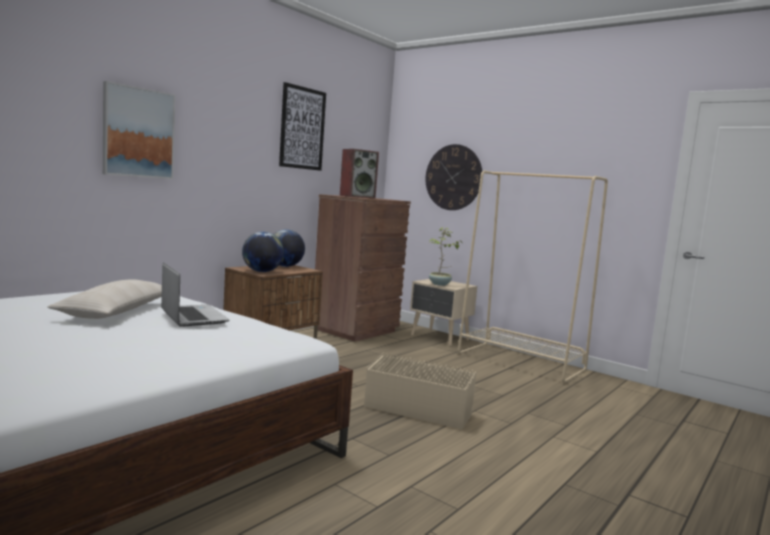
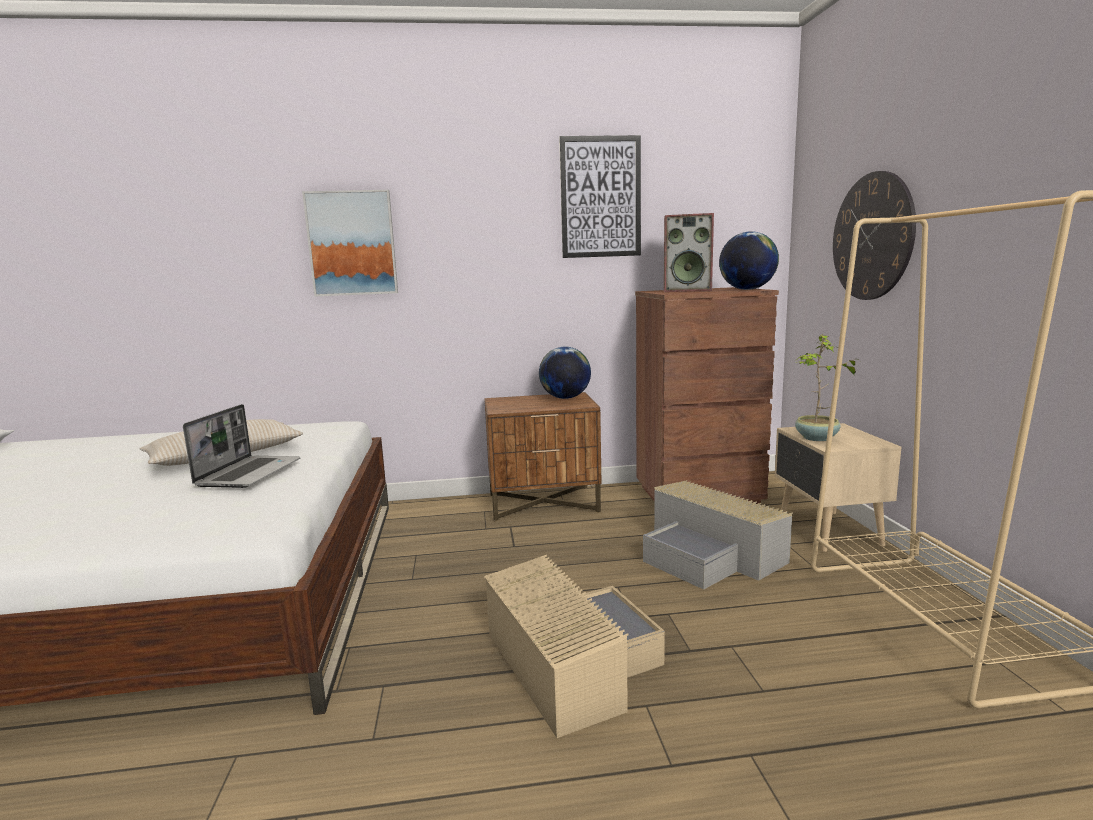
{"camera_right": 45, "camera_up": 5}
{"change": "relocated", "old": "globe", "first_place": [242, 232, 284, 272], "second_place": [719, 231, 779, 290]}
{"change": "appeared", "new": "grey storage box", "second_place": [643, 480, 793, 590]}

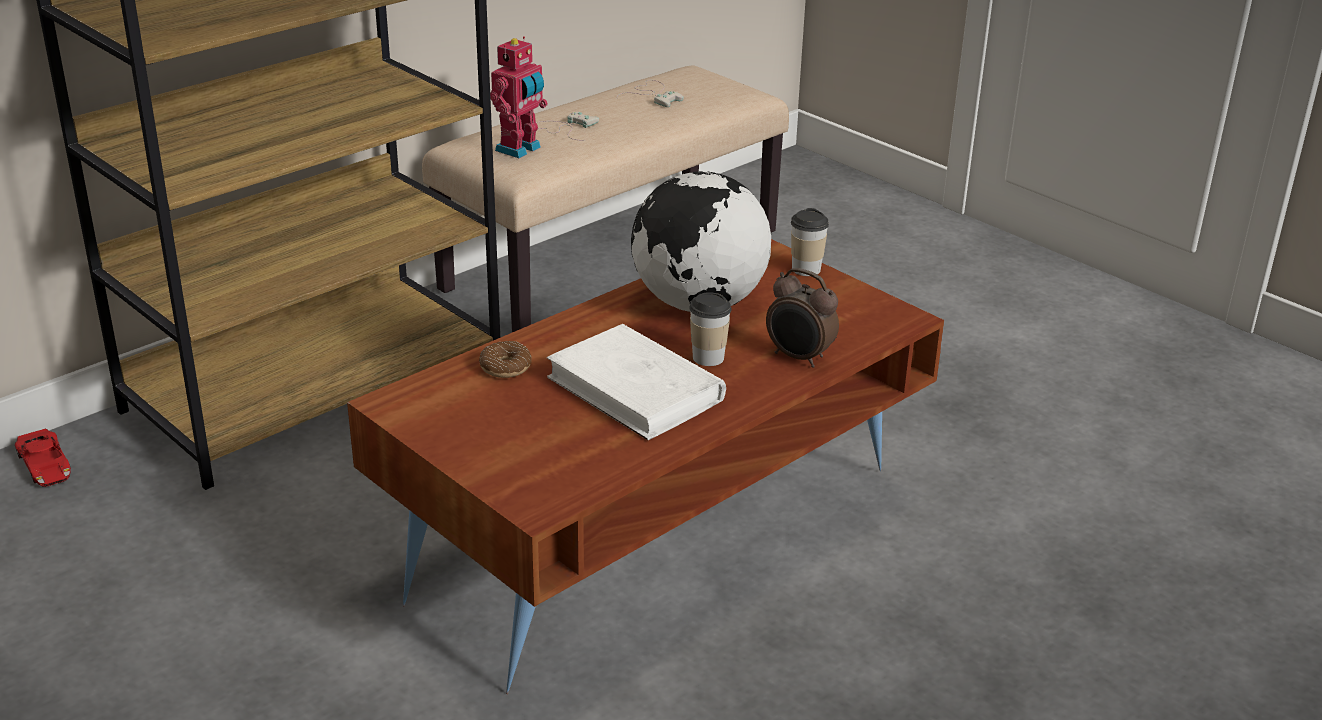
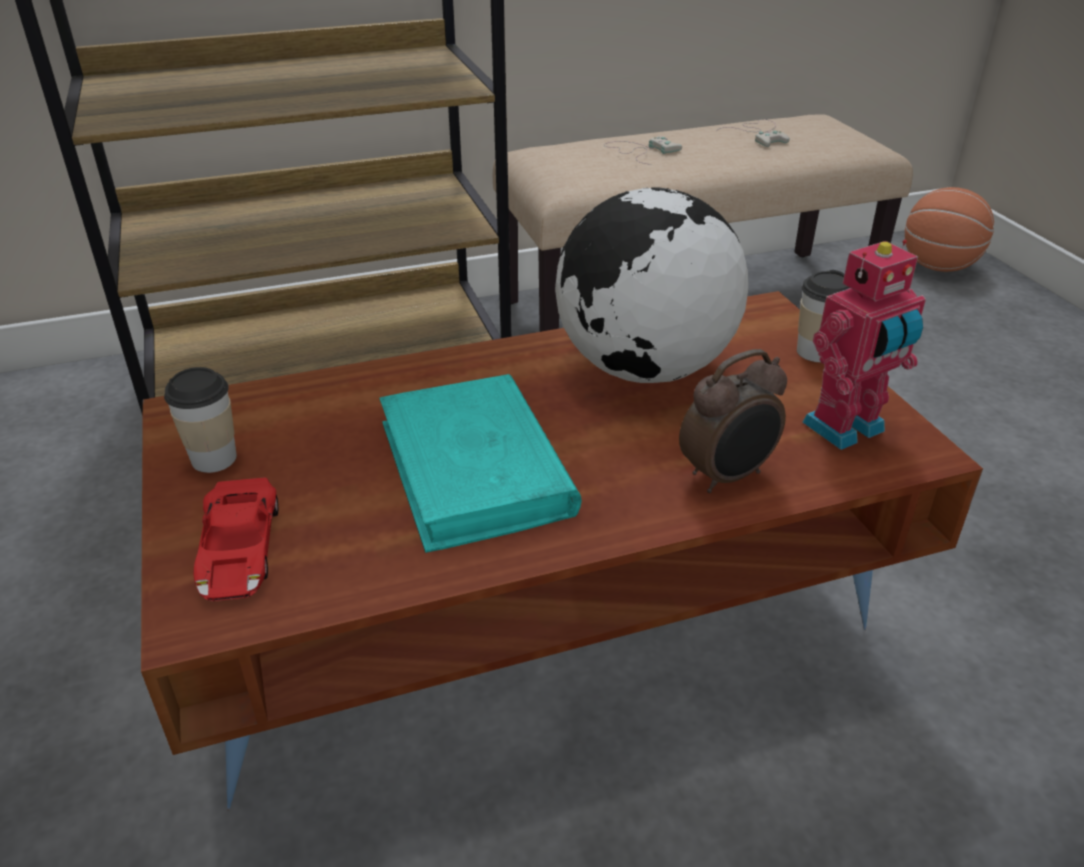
{"camera_right": 25, "camera_up": 5}
{"change": "relocated", "old": "toy robot", "first_place": [490, 36, 548, 158], "second_place": [802, 240, 926, 450]}
{"change": "spun", "old": "alarm clock", "first_place": [766, 268, 839, 368], "second_place": [679, 349, 787, 493], "degrees": -90}
{"change": "relocated", "old": "cup", "first_place": [689, 292, 731, 366], "second_place": [164, 367, 237, 473]}
{"change": "colour", "old": "white book", "new": "turquoise book", "first_place": [547, 324, 726, 440], "second_place": [380, 374, 582, 553]}
{"change": "missing", "old": "donut", "first_place": [479, 341, 532, 378]}
{"change": "relocated", "old": "red toy car", "first_place": [15, 429, 71, 487], "second_place": [194, 477, 278, 601]}
{"change": "appeared", "new": "basketball", "second_place": [905, 187, 994, 272]}

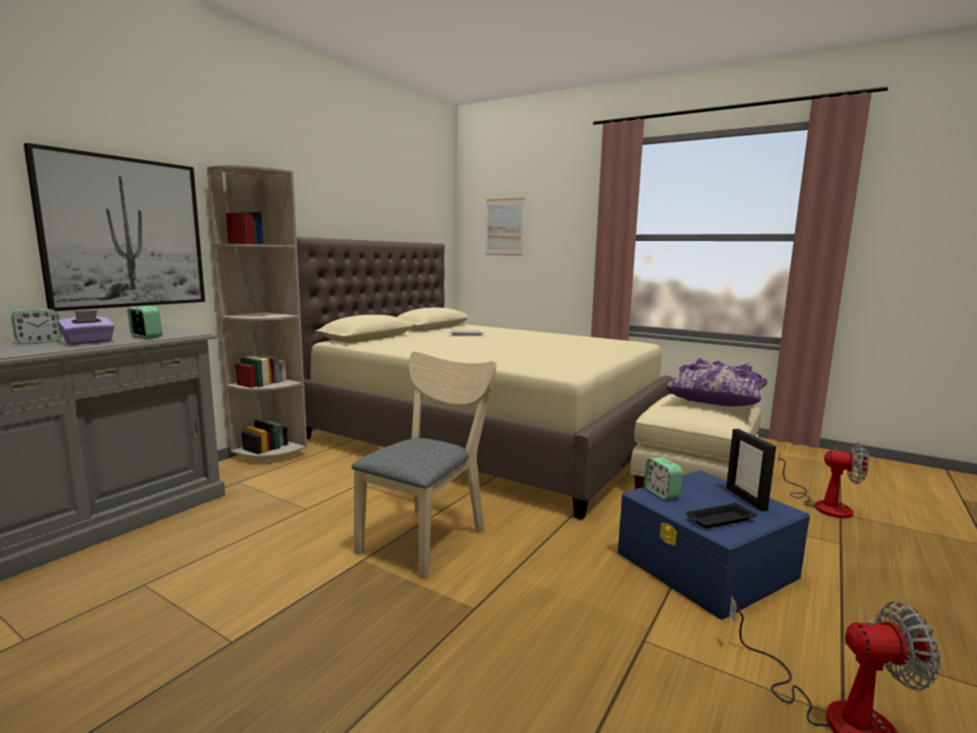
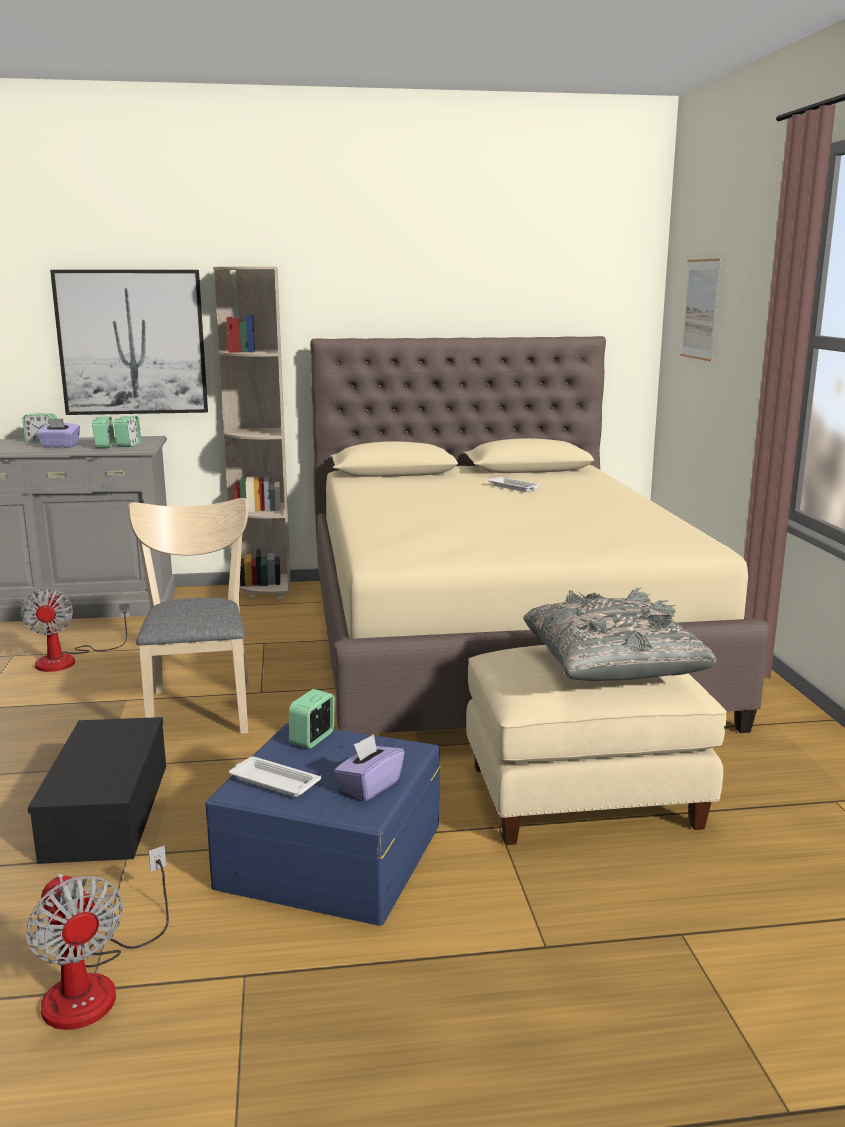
{"camera_right": 50, "camera_up": 5}
{"change": "spun", "old": "beige chair", "first_place": [352, 351, 497, 579], "second_place": [128, 498, 249, 734], "degrees": -90}
{"change": "colour", "old": "purple pillow", "new": "grey pillow", "first_place": [666, 357, 767, 406], "second_place": [523, 588, 717, 681]}
{"change": "exchanged", "old": "picture frame", "new": "purple tissue box", "first_place": [726, 429, 776, 511], "second_place": [334, 734, 405, 801]}
{"change": "relocated", "old": "fan", "first_place": [778, 442, 869, 518], "second_place": [20, 588, 130, 672]}
{"change": "colour", "old": "black tray", "new": "white tray", "first_place": [686, 502, 757, 528], "second_place": [229, 757, 321, 797]}
{"change": "appeared", "new": "alarm clock", "second_place": [114, 416, 141, 447]}
{"change": "appeared", "new": "black storage box", "second_place": [28, 717, 166, 864]}

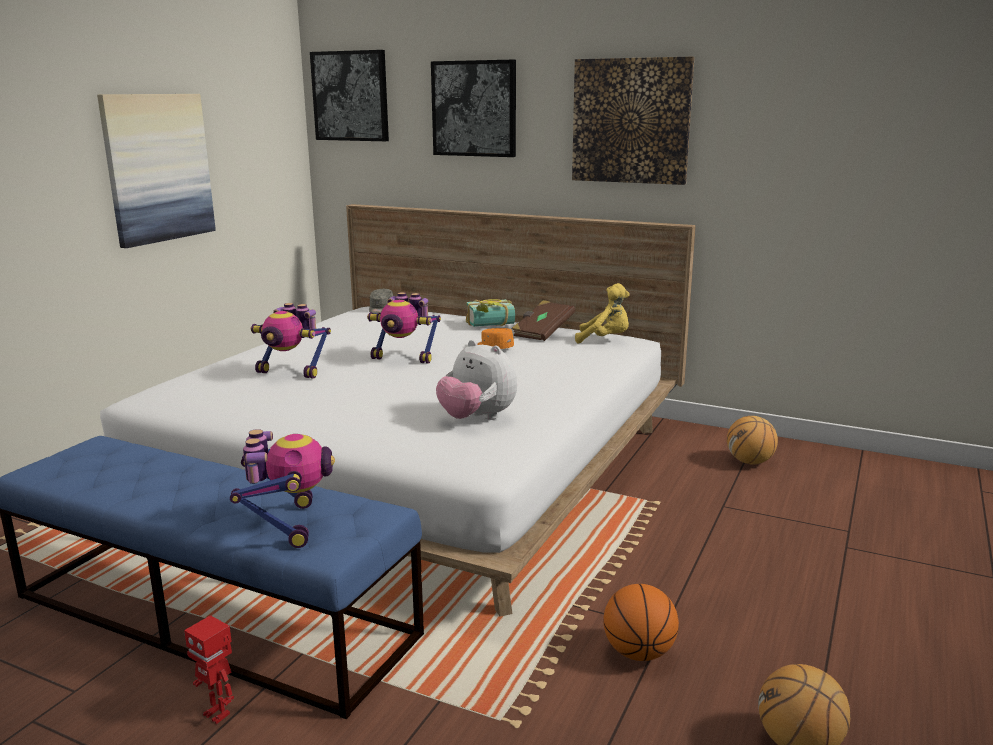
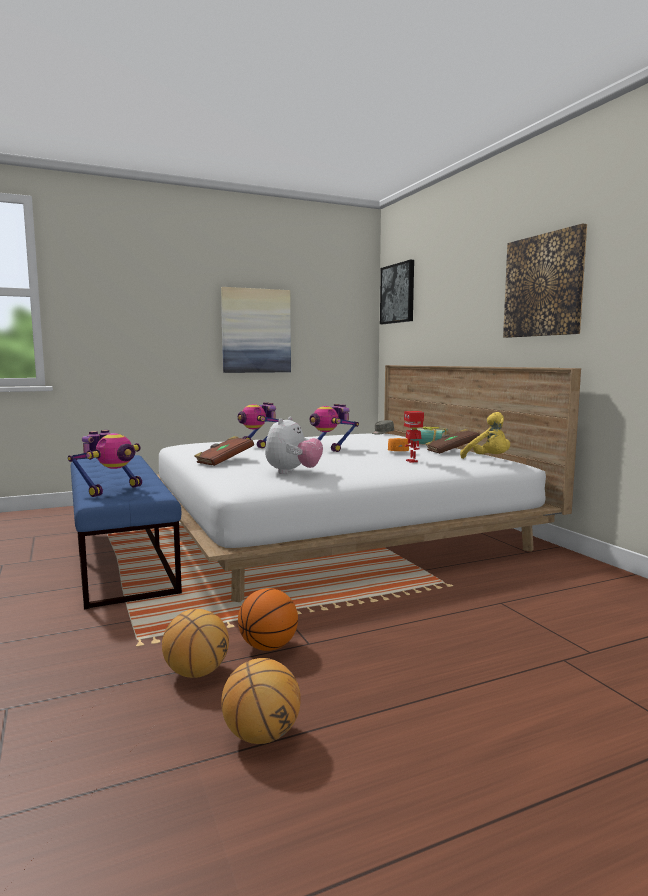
{"camera_right": 40, "camera_up": -10}
{"change": "missing", "old": "picture", "first_place": [431, 60, 516, 157]}
{"change": "spun", "old": "plush toy", "first_place": [436, 340, 517, 420], "second_place": [265, 417, 323, 474], "degrees": -150}
{"change": "relocated", "old": "basketball", "first_place": [727, 416, 778, 465], "second_place": [162, 609, 229, 678]}
{"change": "relocated", "old": "toy robot", "first_place": [184, 615, 234, 724], "second_place": [404, 411, 424, 463]}
{"change": "appeared", "new": "brown book", "second_place": [194, 436, 254, 466]}

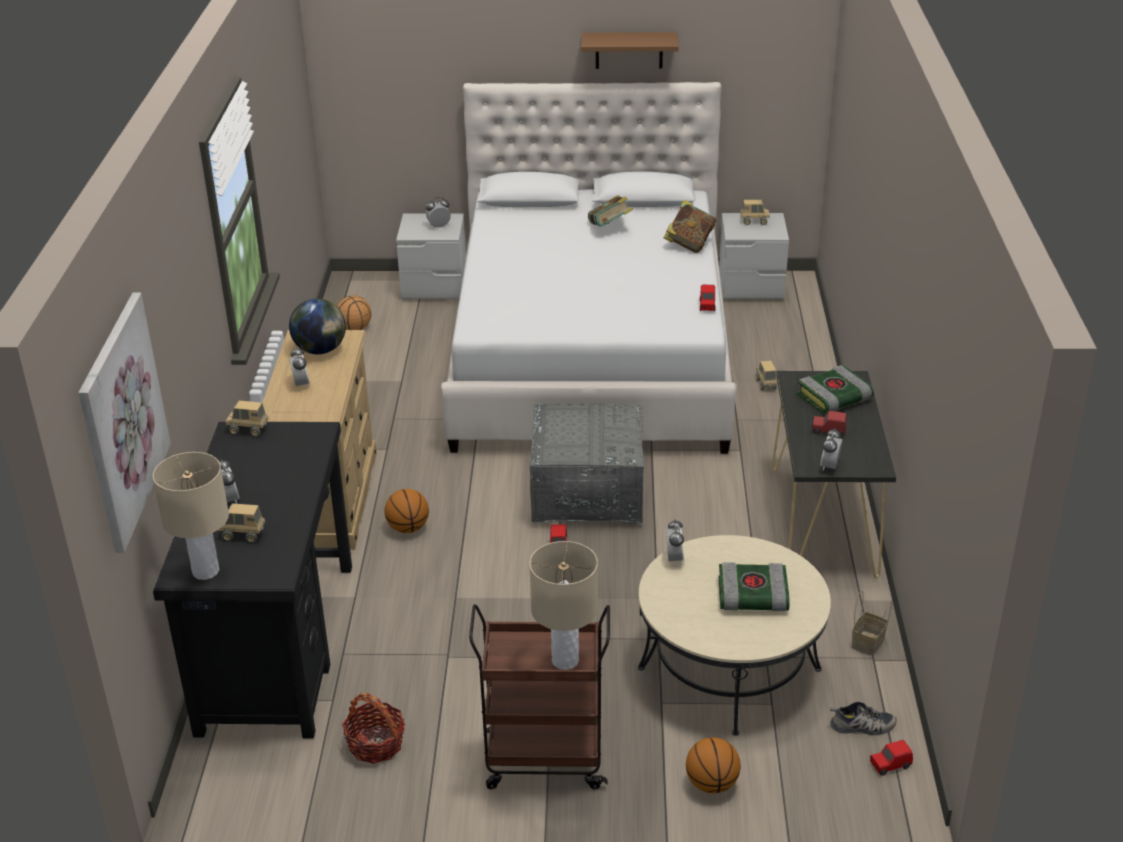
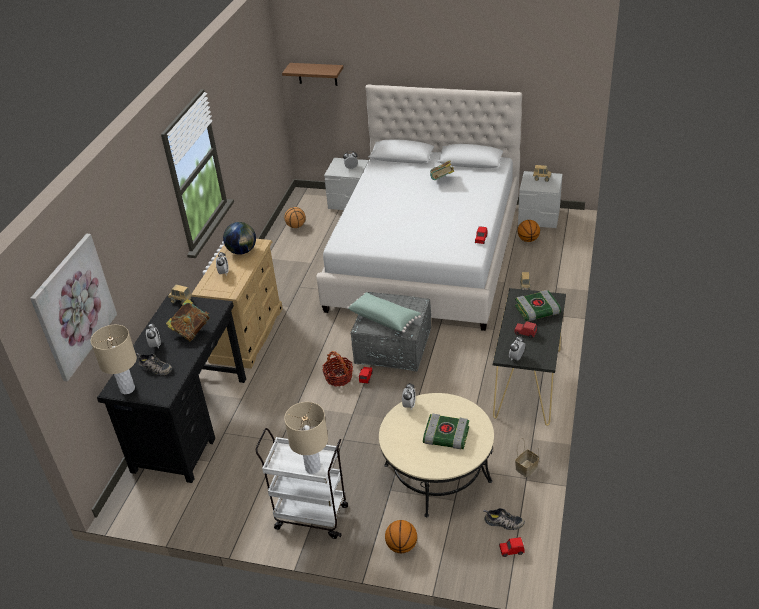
{"camera_right": 15, "camera_up": 5}
{"change": "relocated", "old": "brown shelf", "first_place": [581, 32, 679, 69], "second_place": [282, 63, 343, 86]}
{"change": "relocated", "old": "book", "first_place": [663, 200, 716, 253], "second_place": [166, 299, 210, 341]}
{"change": "relocated", "old": "basketball", "first_place": [385, 489, 429, 533], "second_place": [518, 220, 540, 242]}
{"change": "exchanged", "old": "toy truck", "new": "shoe", "first_place": [218, 503, 265, 543], "second_place": [136, 353, 173, 375]}
{"change": "colour", "old": "brown cart", "new": "white cart", "first_place": [469, 604, 610, 790], "second_place": [256, 428, 348, 539]}
{"change": "relocated", "old": "basket", "first_place": [342, 693, 405, 764], "second_place": [322, 351, 353, 387]}
{"change": "appeared", "new": "green pillow", "second_place": [347, 292, 421, 333]}

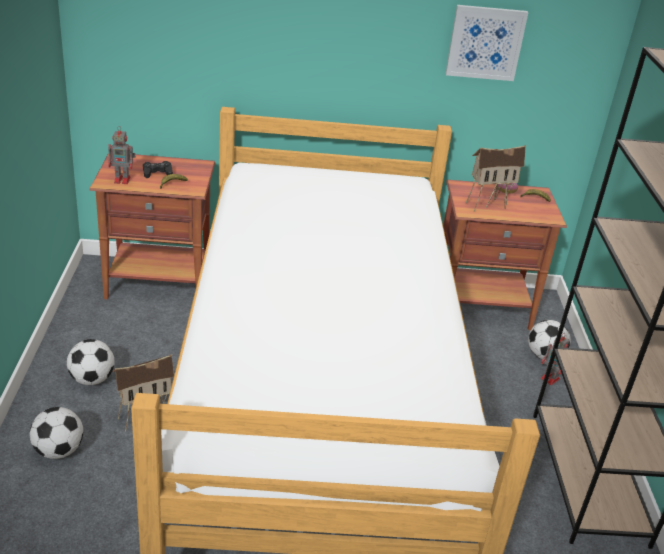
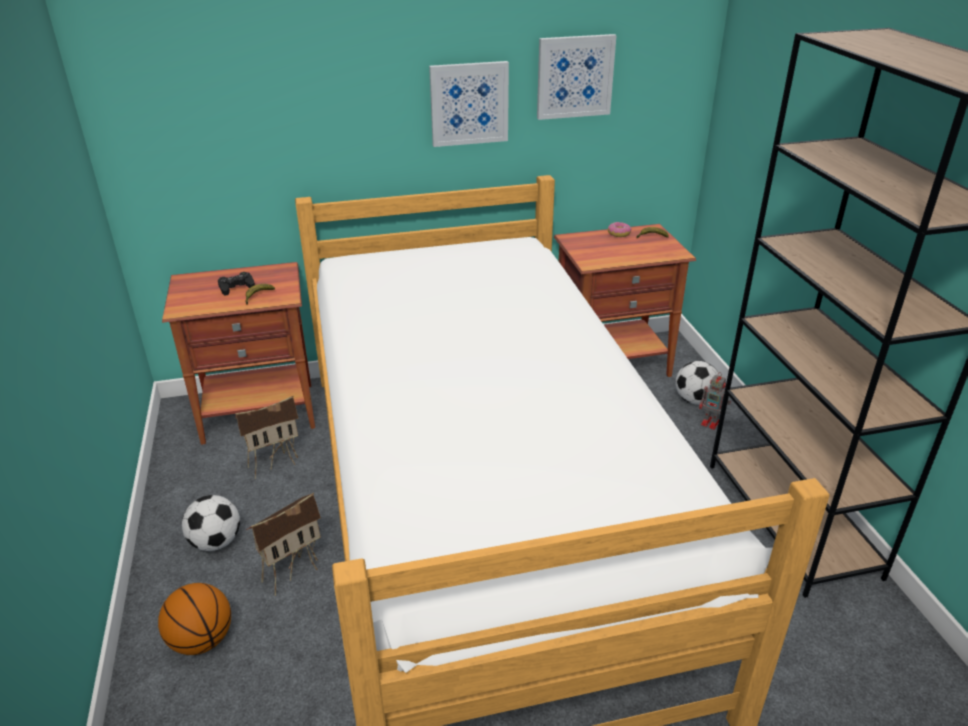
{"camera_right": -10, "camera_up": 0}
{"change": "missing", "old": "toy robot", "first_place": [108, 126, 136, 184]}
{"change": "relocated", "old": "toy house", "first_place": [466, 145, 526, 212], "second_place": [235, 396, 298, 479]}
{"change": "exchanged", "old": "football", "new": "basketball", "first_place": [29, 407, 83, 459], "second_place": [158, 583, 231, 655]}
{"change": "appeared", "new": "picture", "second_place": [429, 61, 509, 147]}

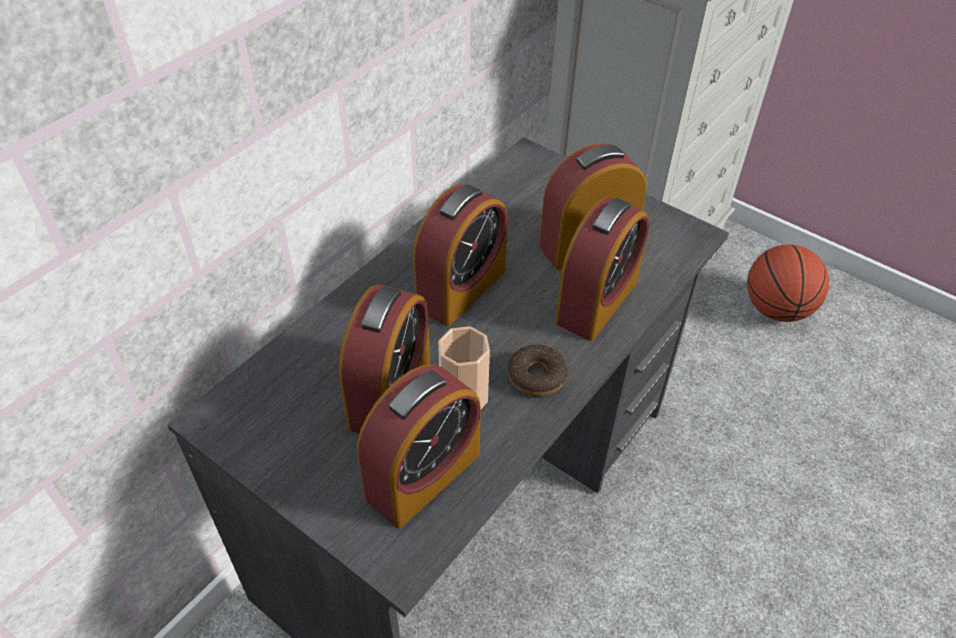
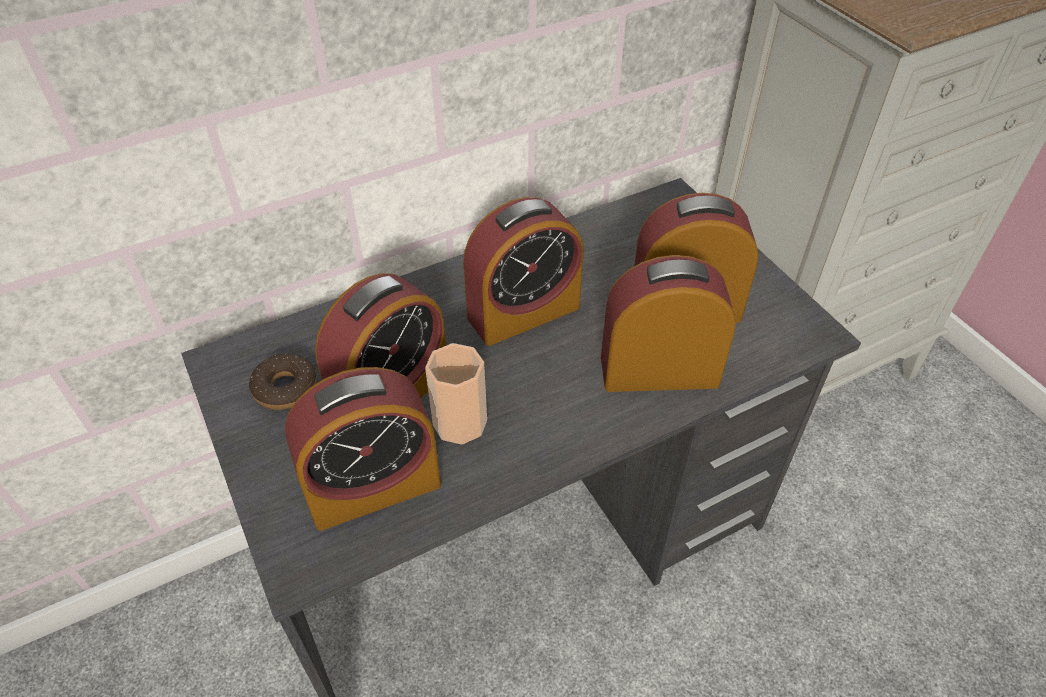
{"camera_right": 25, "camera_up": 0}
{"change": "spun", "old": "alarm clock", "first_place": [555, 197, 649, 341], "second_place": [601, 255, 736, 392], "degrees": -150}
{"change": "missing", "old": "basketball", "first_place": [747, 244, 829, 322]}
{"change": "relocated", "old": "donut", "first_place": [507, 345, 567, 397], "second_place": [249, 354, 317, 410]}

